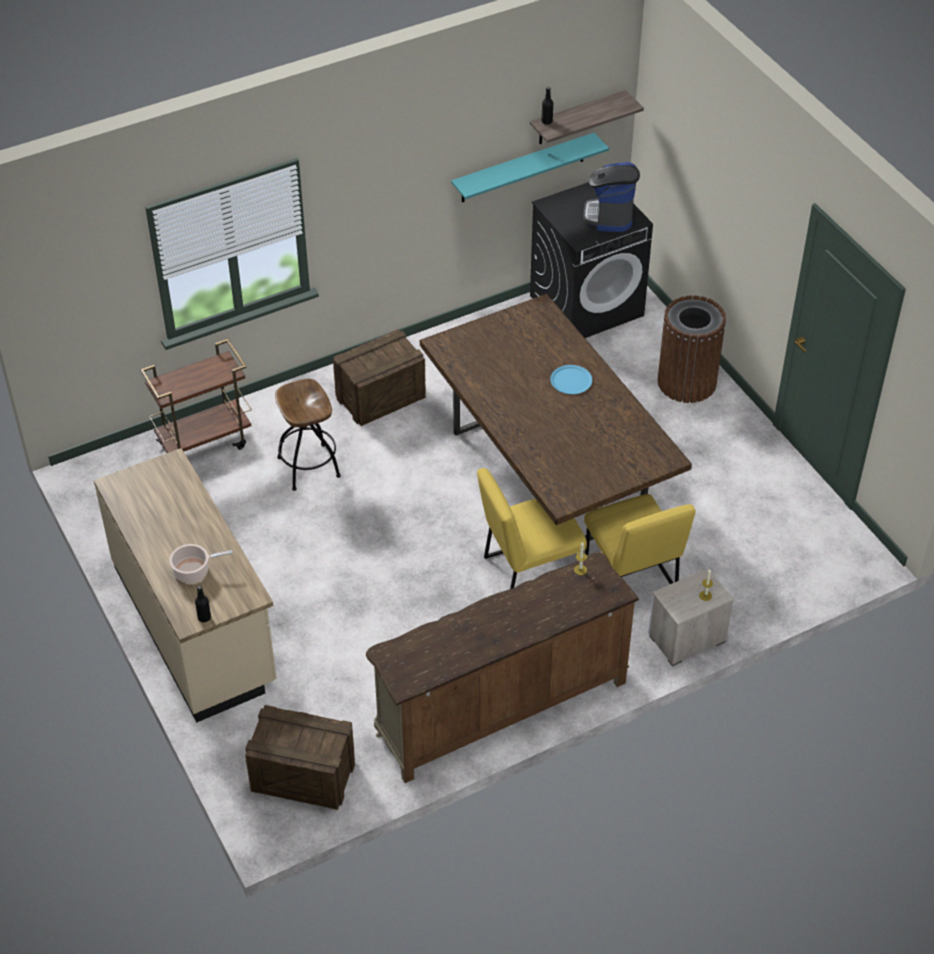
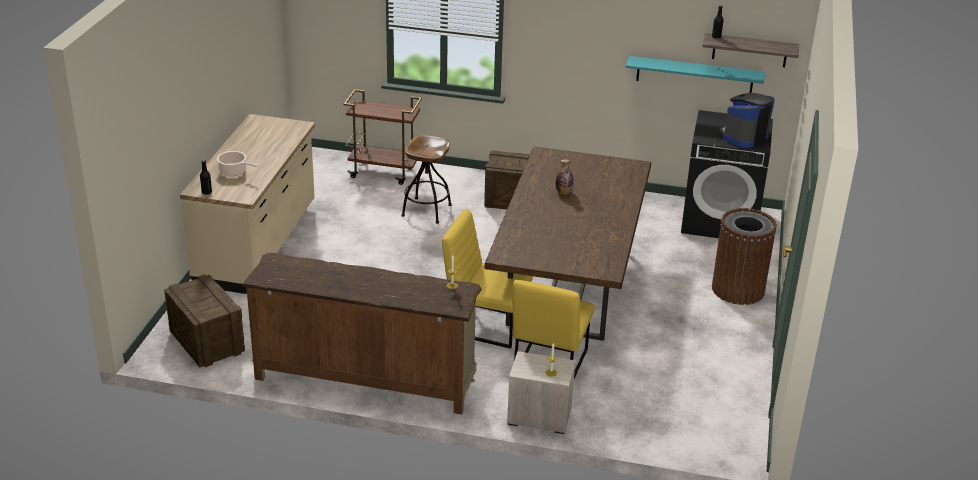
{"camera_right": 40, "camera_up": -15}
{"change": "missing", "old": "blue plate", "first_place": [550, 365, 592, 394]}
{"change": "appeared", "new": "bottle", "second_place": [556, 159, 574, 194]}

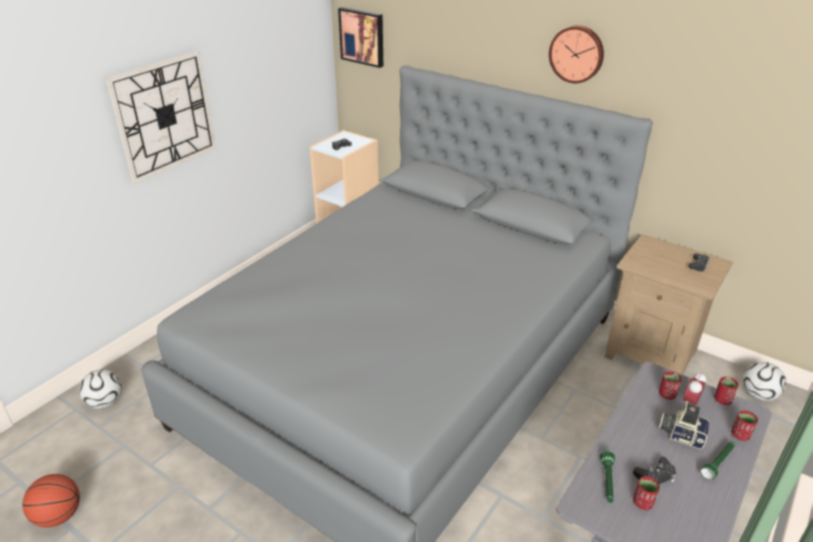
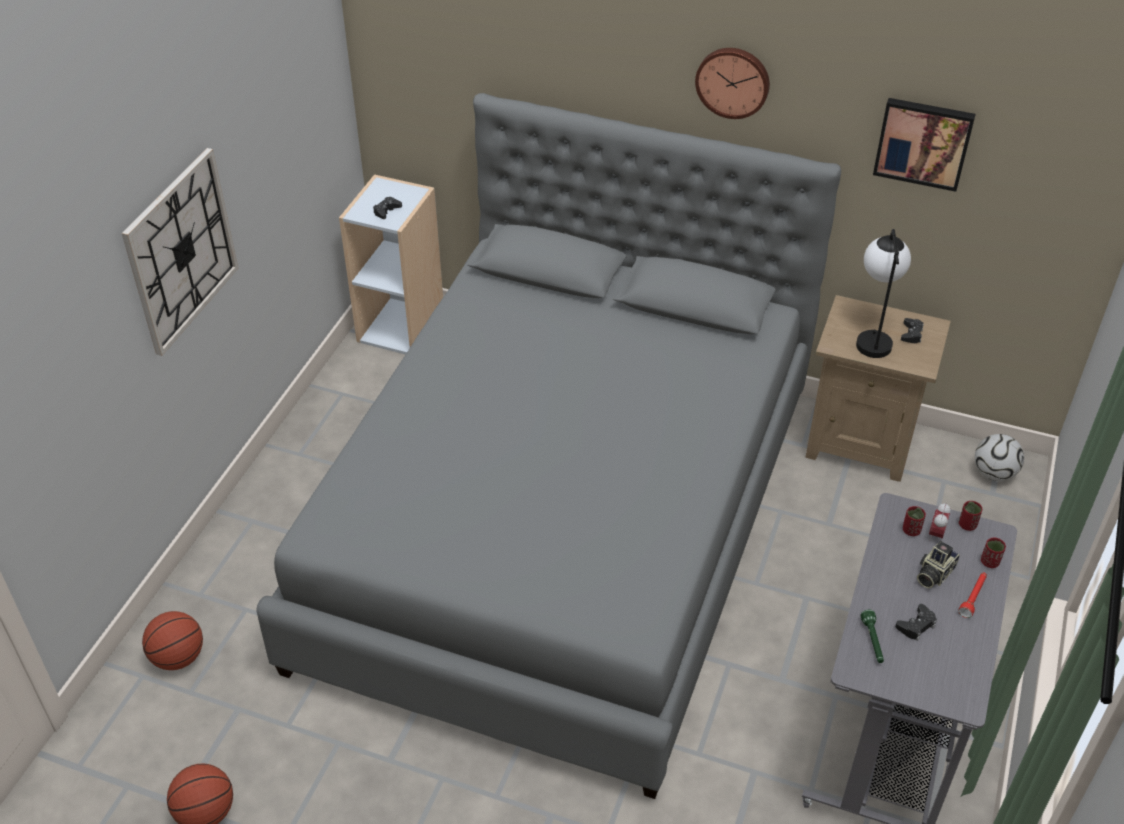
{"camera_right": -15, "camera_up": 10}
{"change": "relocated", "old": "picture", "first_place": [338, 7, 383, 68], "second_place": [873, 98, 976, 192]}
{"change": "exchanged", "old": "football", "new": "basketball", "first_place": [79, 369, 122, 409], "second_place": [142, 611, 203, 670]}
{"change": "spun", "old": "photo camera", "first_place": [659, 401, 709, 449], "second_place": [917, 541, 960, 588], "degrees": -60}
{"change": "colour", "old": "green flashlight", "new": "red flashlight", "first_place": [701, 441, 735, 480], "second_place": [959, 572, 987, 618]}
{"change": "missing", "old": "red cup", "first_place": [633, 476, 660, 510]}
{"change": "appeared", "new": "table lamp", "second_place": [856, 229, 911, 358]}

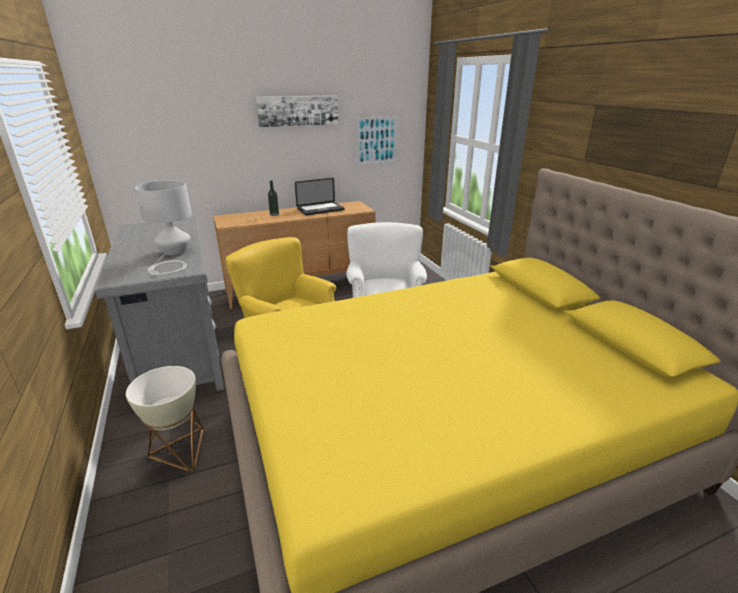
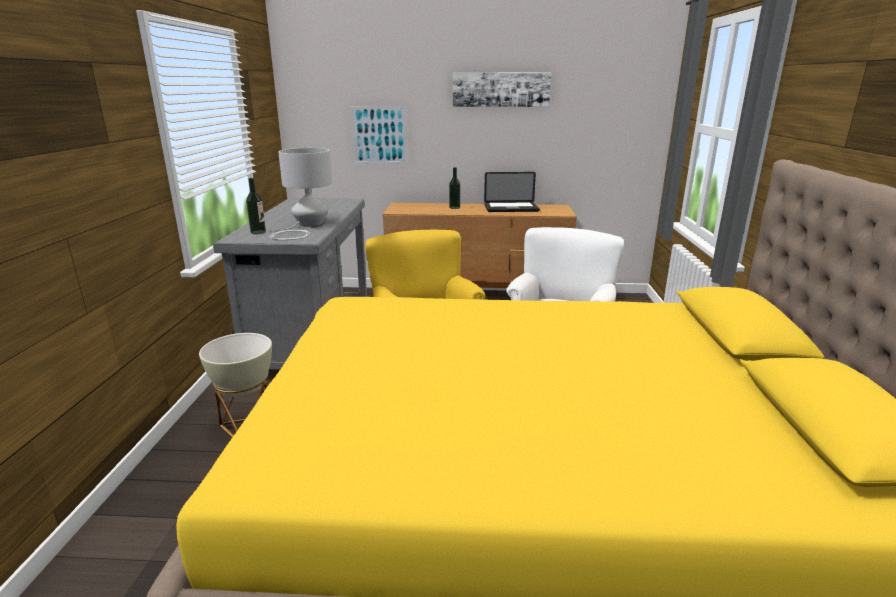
{"camera_right": 25, "camera_up": -5}
{"change": "relocated", "old": "picture", "first_place": [356, 116, 398, 165], "second_place": [350, 106, 408, 164]}
{"change": "appeared", "new": "bottle", "second_place": [246, 178, 266, 234]}

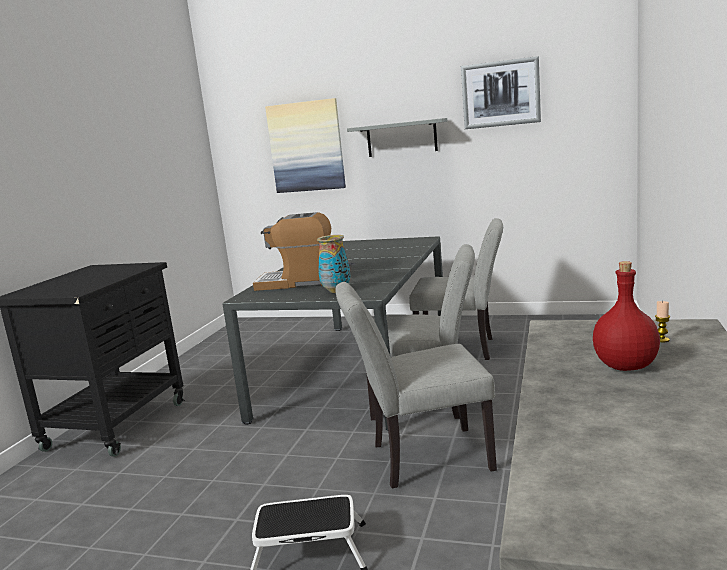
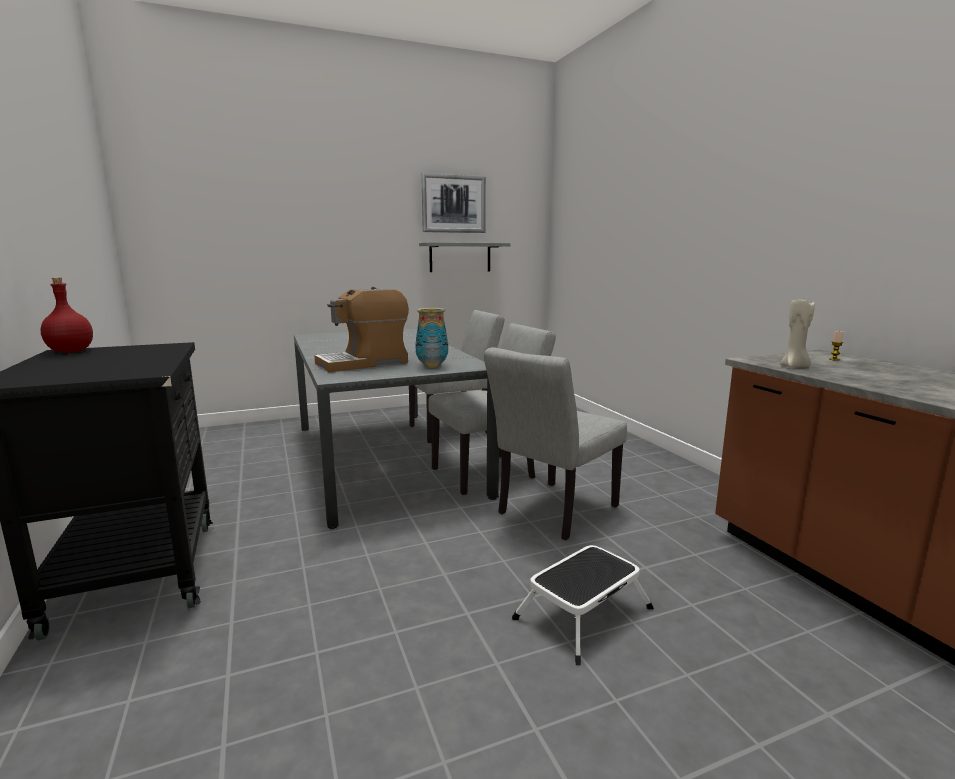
{"camera_right": -40, "camera_up": 0}
{"change": "missing", "old": "picture", "first_place": [265, 98, 346, 193]}
{"change": "relocated", "old": "grey shelf", "first_place": [347, 118, 447, 157], "second_place": [419, 242, 511, 272]}
{"change": "relocated", "old": "red bottle", "first_place": [593, 261, 660, 371], "second_place": [41, 278, 93, 353]}
{"change": "appeared", "new": "beige candle", "second_place": [780, 298, 815, 368]}

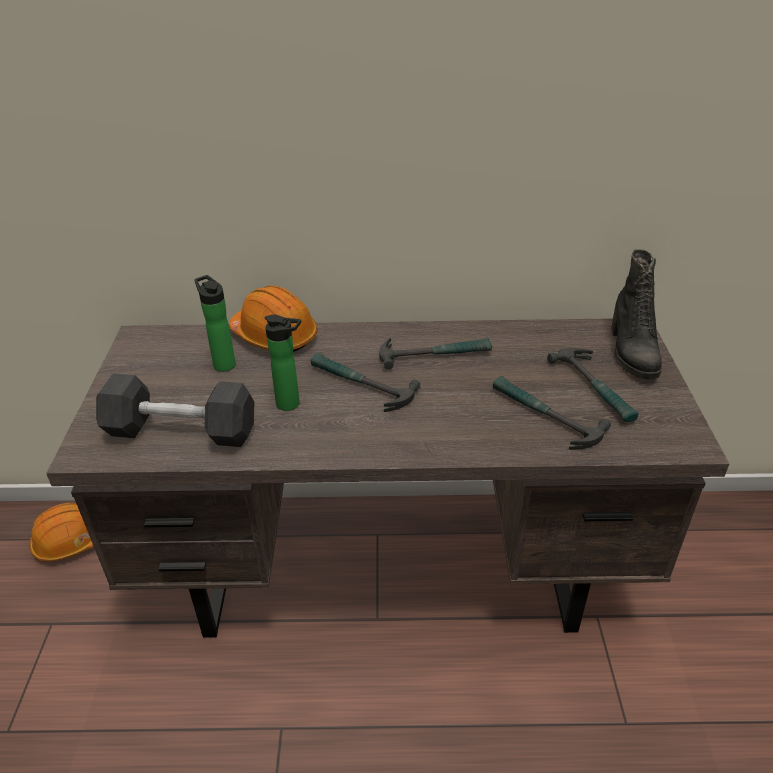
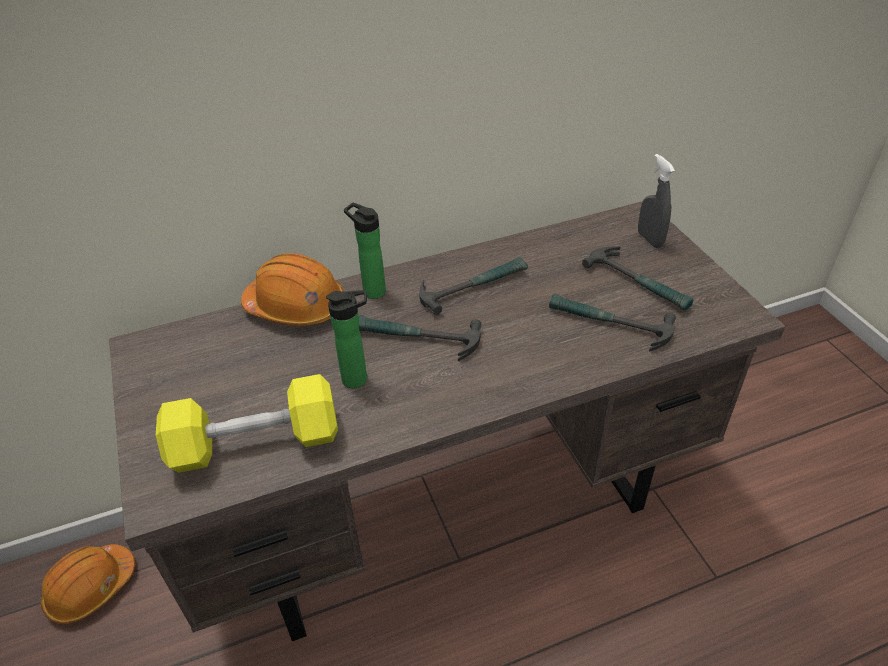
{"camera_right": -20, "camera_up": 5}
{"change": "exchanged", "old": "black boot", "new": "grey spray bottle", "first_place": [612, 249, 662, 380], "second_place": [638, 154, 675, 248]}
{"change": "relocated", "old": "bottle", "first_place": [194, 275, 236, 372], "second_place": [344, 203, 386, 299]}
{"change": "colour", "old": "grey dumbbell", "new": "yellow dumbbell", "first_place": [96, 373, 254, 447], "second_place": [156, 374, 338, 473]}

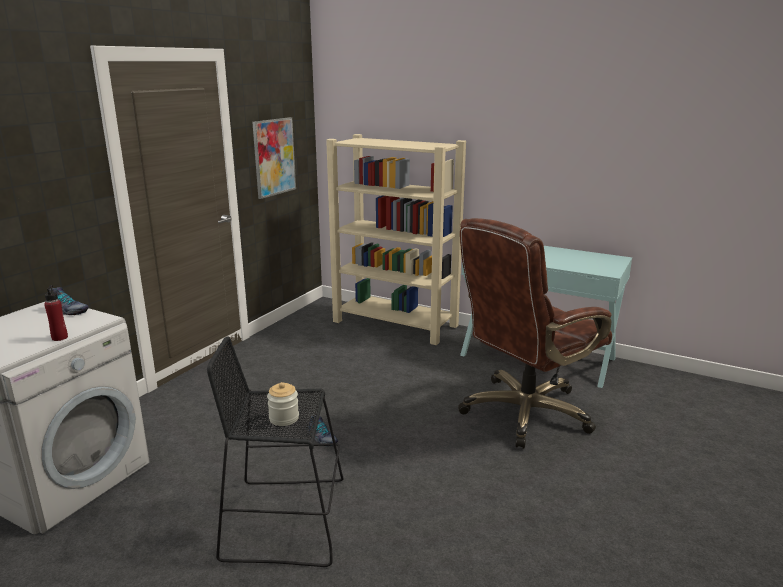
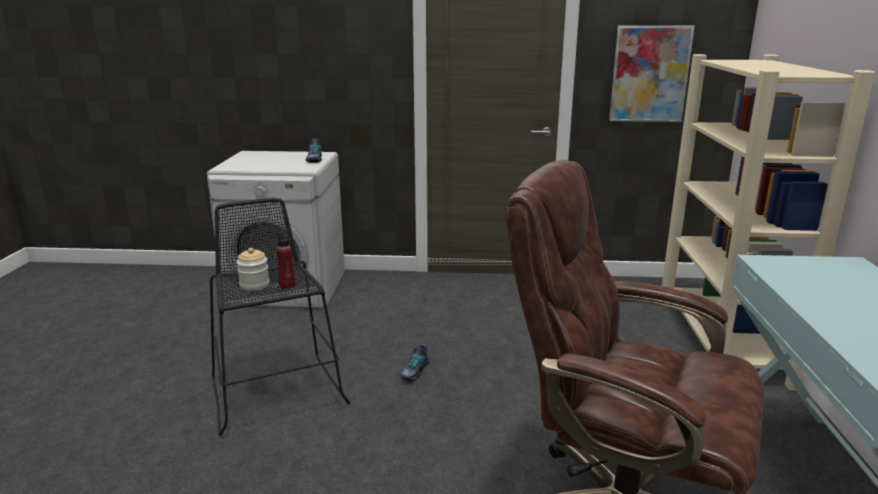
{"camera_right": 65, "camera_up": 0}
{"change": "relocated", "old": "red bottle", "first_place": [44, 285, 68, 341], "second_place": [276, 231, 295, 289]}

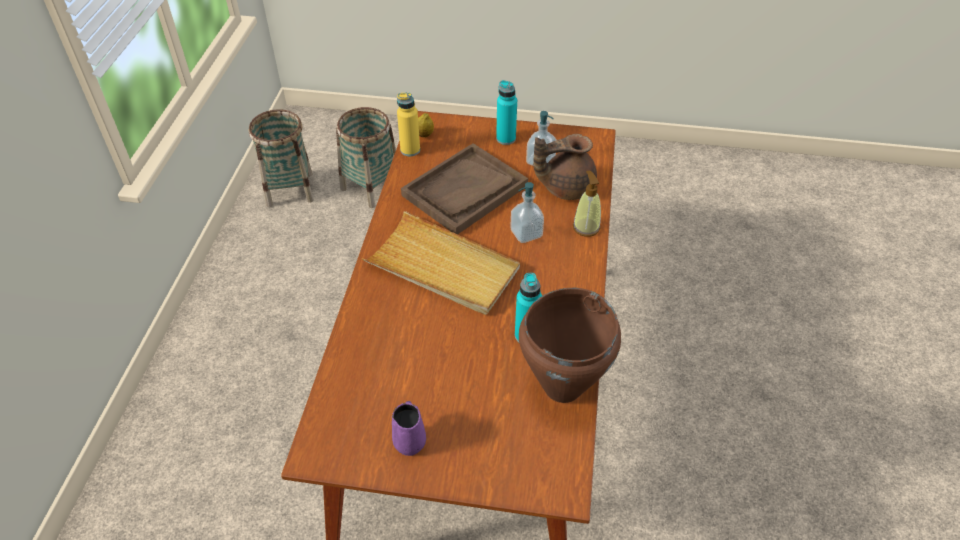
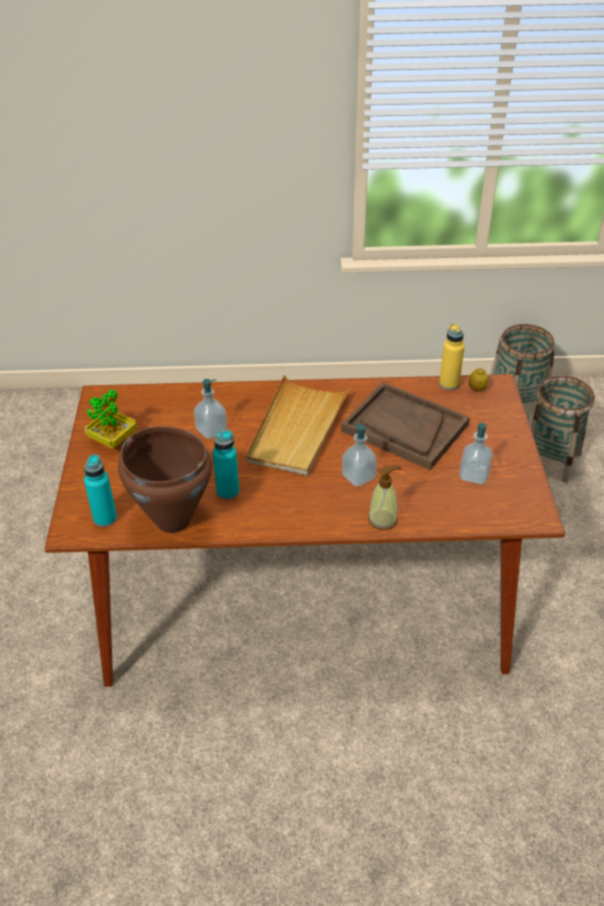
{"camera_right": 80, "camera_up": -5}
{"change": "relocated", "old": "turquoise bottle", "first_place": [496, 80, 517, 145], "second_place": [84, 455, 117, 527]}
{"change": "missing", "old": "brown teapot", "first_place": [533, 134, 597, 200]}
{"change": "exchanged", "old": "purple mug", "new": "potted plant", "first_place": [392, 401, 426, 456], "second_place": [84, 389, 137, 449]}
{"change": "appeared", "new": "soap dispenser", "second_place": [194, 379, 227, 439]}

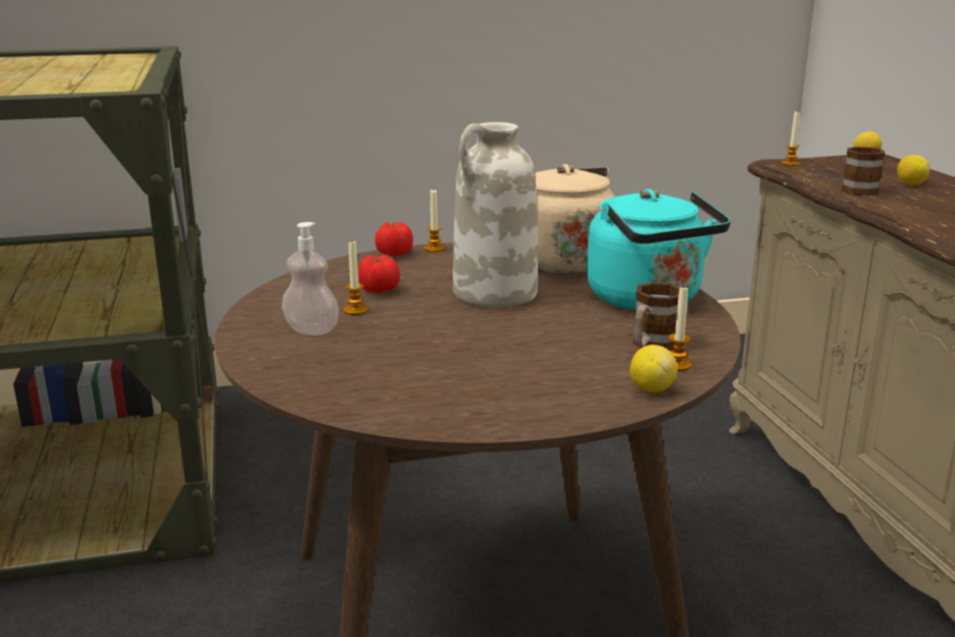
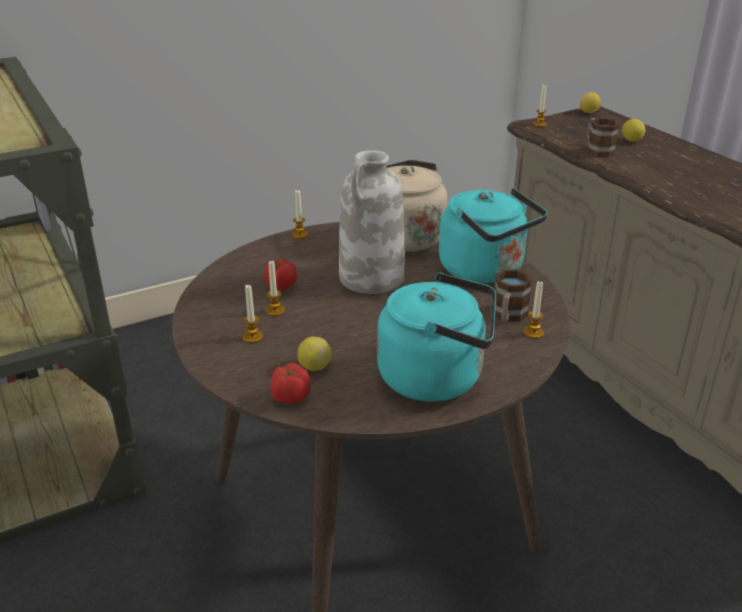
{"camera_right": -15, "camera_up": 10}
{"change": "exchanged", "old": "soap dispenser", "new": "candle", "first_place": [282, 222, 339, 335], "second_place": [242, 285, 263, 343]}
{"change": "relocated", "old": "tomato", "first_place": [375, 222, 413, 257], "second_place": [271, 363, 311, 404]}
{"change": "relocated", "old": "lemon", "first_place": [630, 345, 677, 392], "second_place": [297, 336, 331, 371]}
{"change": "appeared", "new": "turquoise kettle", "second_place": [377, 273, 496, 402]}

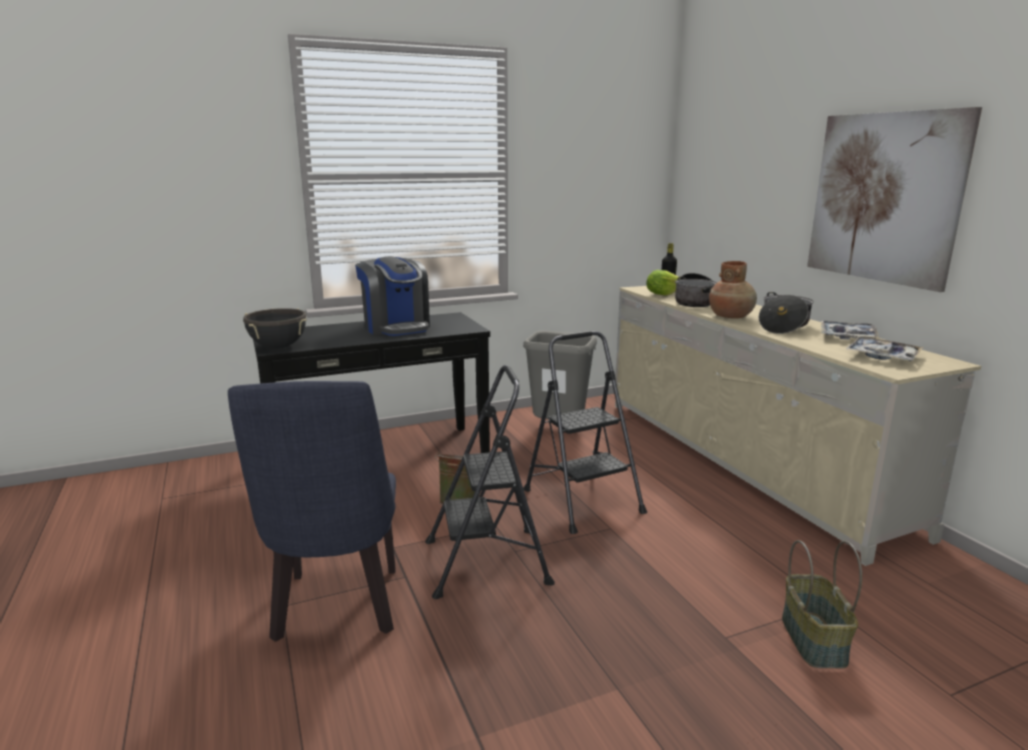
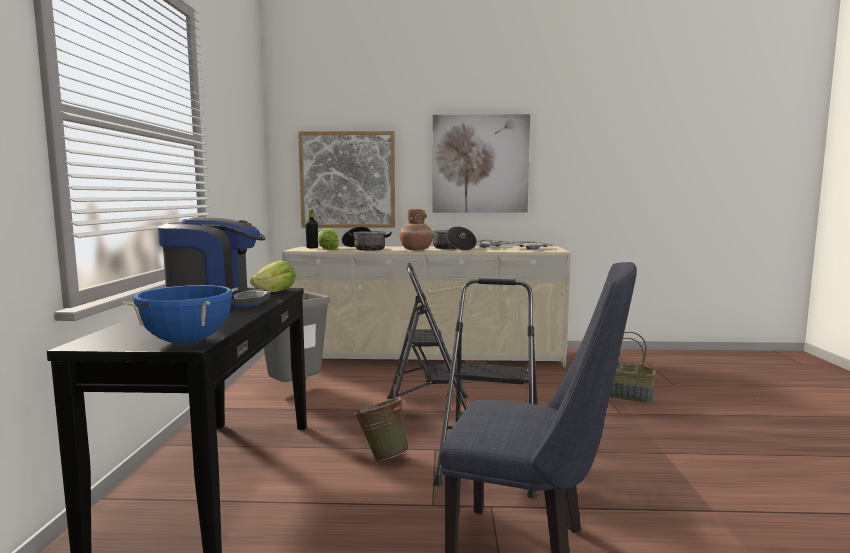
{"camera_right": -65, "camera_up": -10}
{"change": "colour", "old": "black cooking pot", "new": "blue cooking pot", "first_place": [243, 308, 307, 348], "second_place": [122, 285, 238, 344]}
{"change": "appeared", "new": "picture", "second_place": [298, 131, 395, 228]}
{"change": "appeared", "new": "lettuce", "second_place": [250, 261, 296, 292]}

